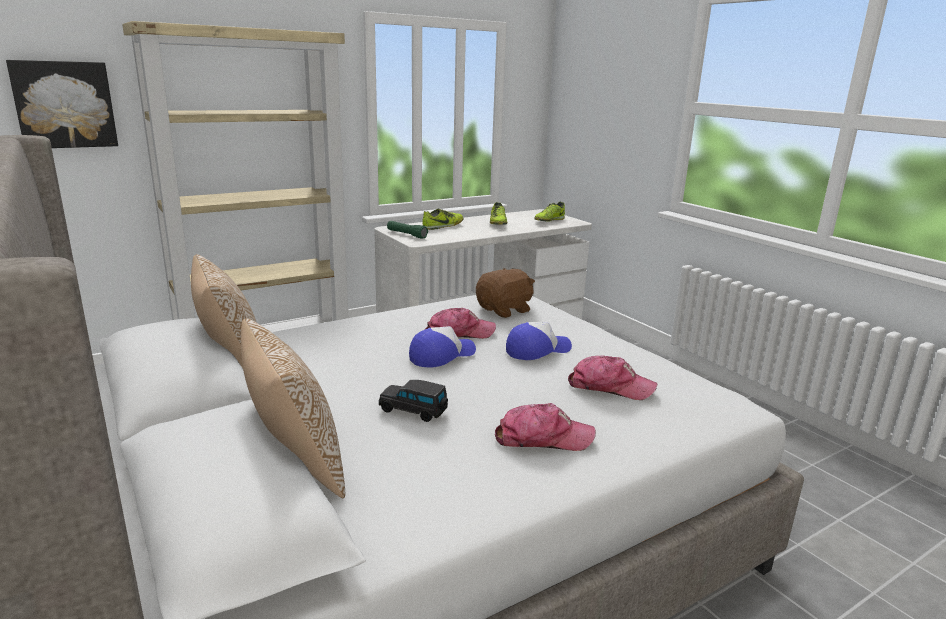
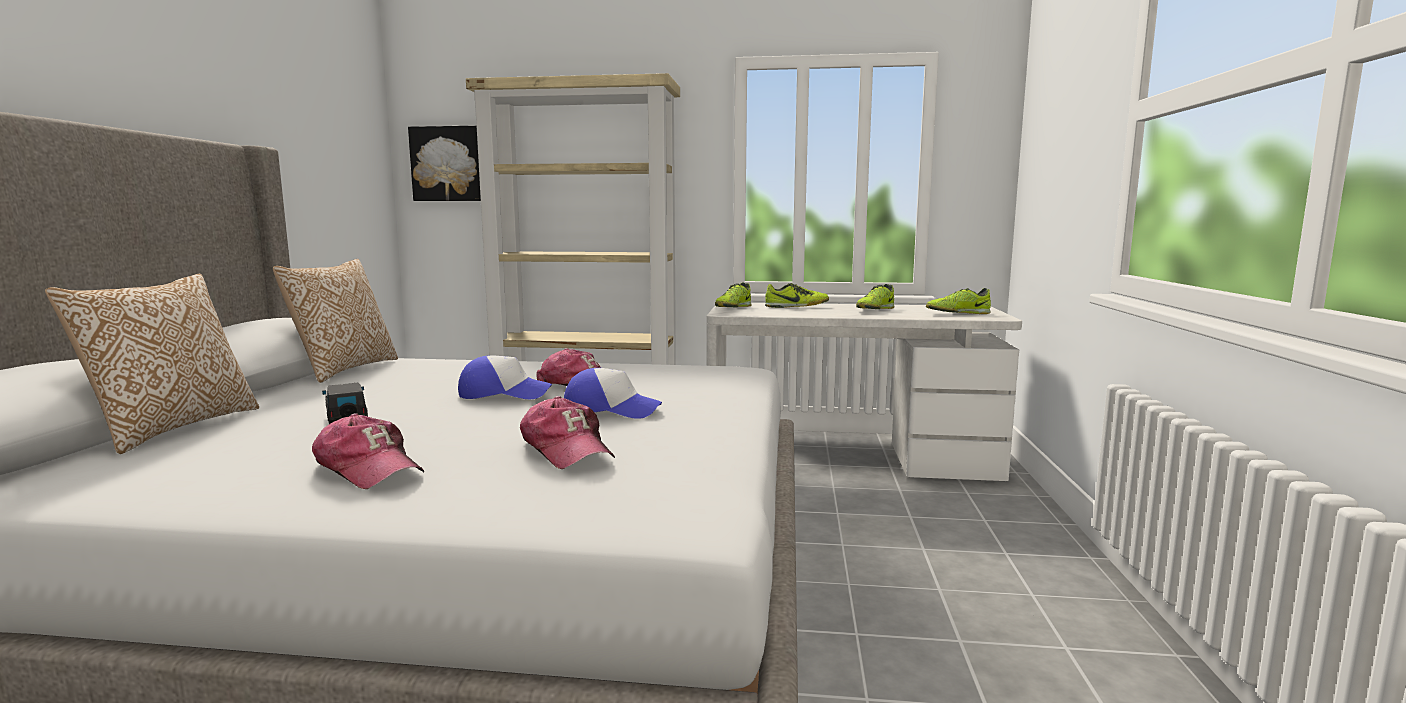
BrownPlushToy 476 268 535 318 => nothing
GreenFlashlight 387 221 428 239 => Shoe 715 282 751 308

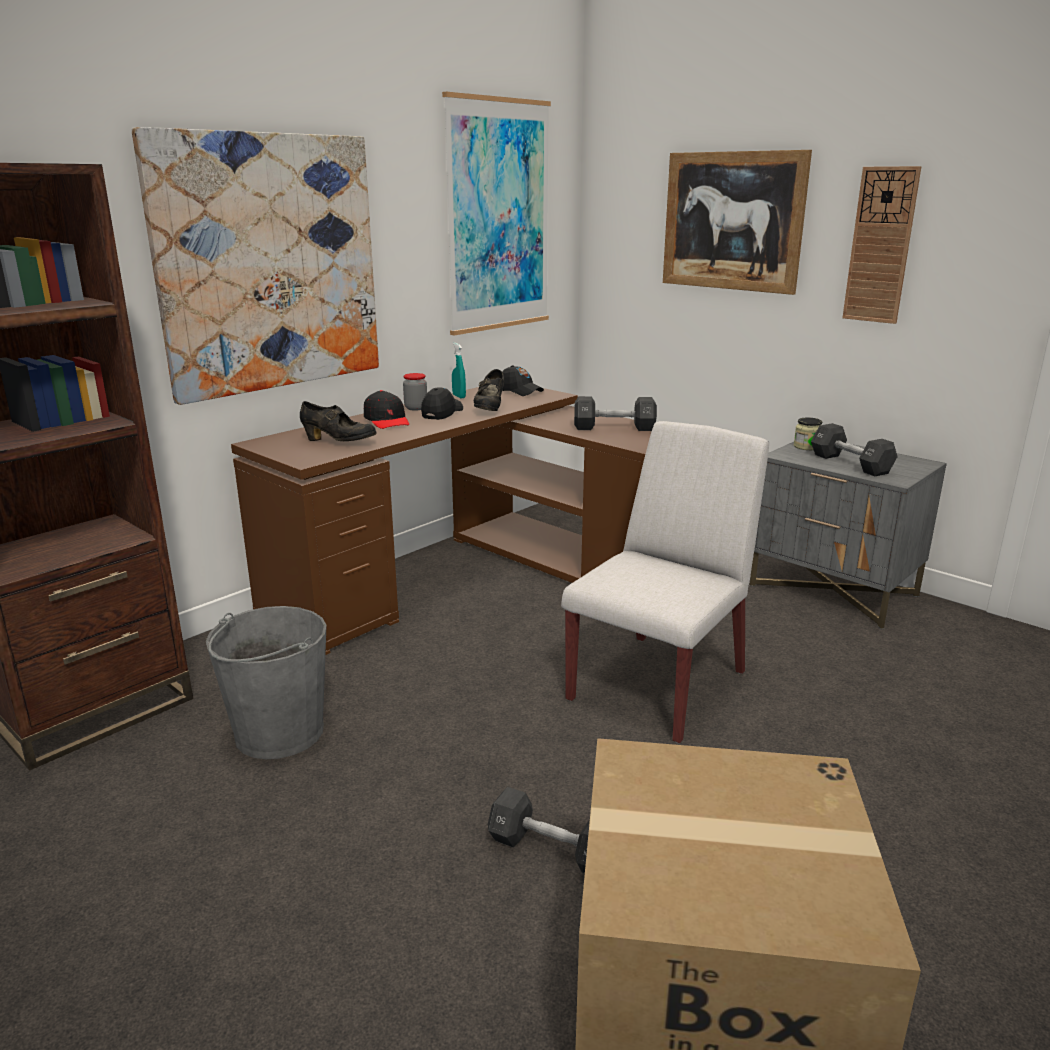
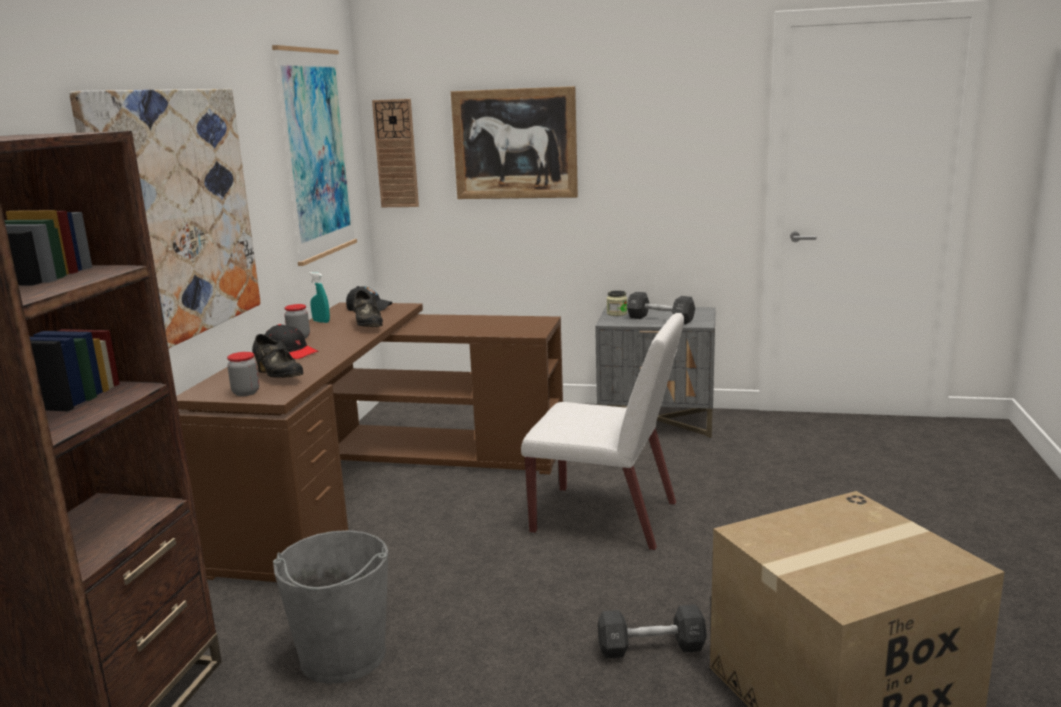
BlackCap 421 387 463 420 => nothing
BlackDumbbell 574 396 657 431 => nothing
nothing => Jar 227 352 259 396
WallClock 842 166 922 324 => WallClock 372 99 419 207, shifted
BlackShoe 300 401 377 441 => BlackShoe 252 334 303 378, 60 degrees clockwise
WhiteChair 561 421 769 743 => WhiteChair 521 313 684 551, 105 degrees clockwise

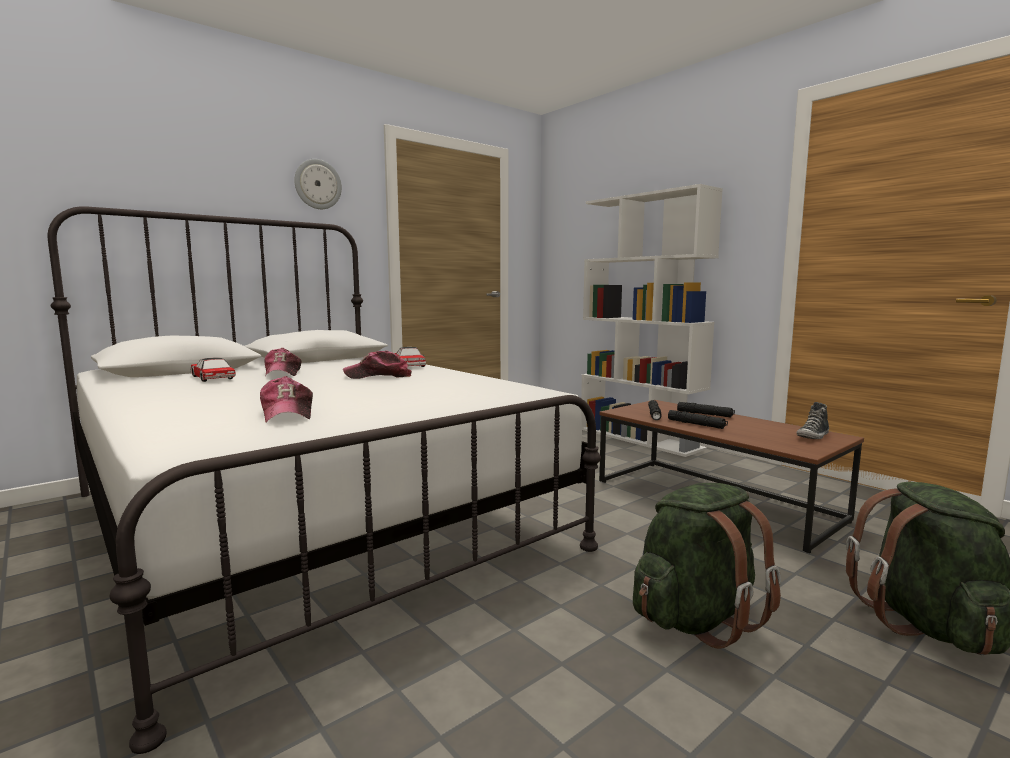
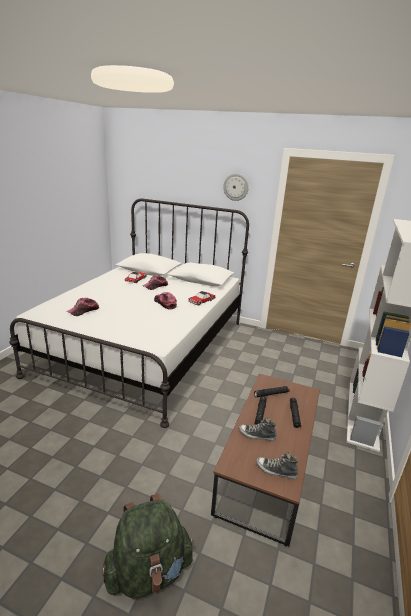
GreenBackpack 633 483 781 649 => nothing
nothing => Shoe 239 417 276 441

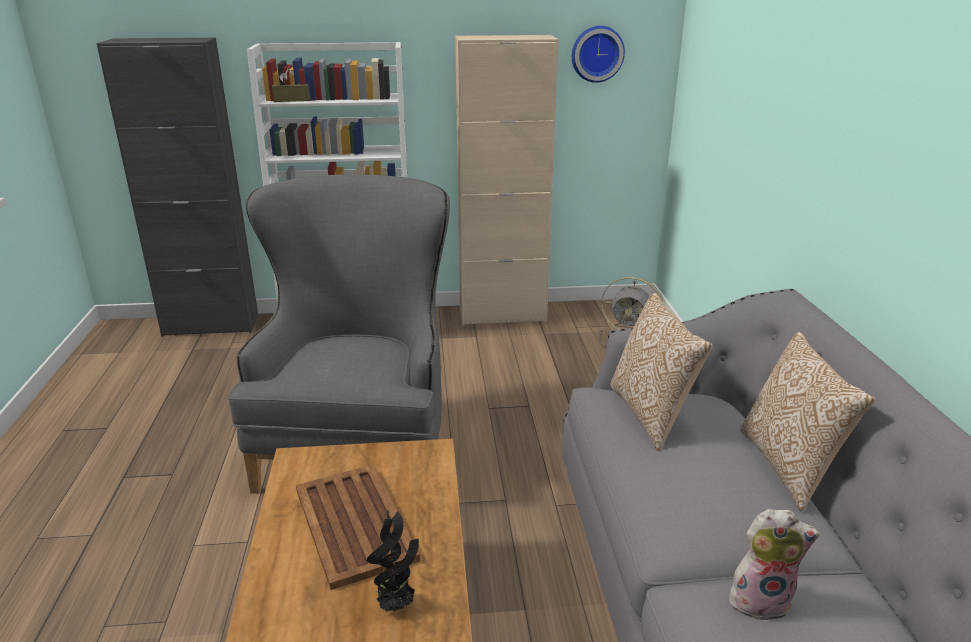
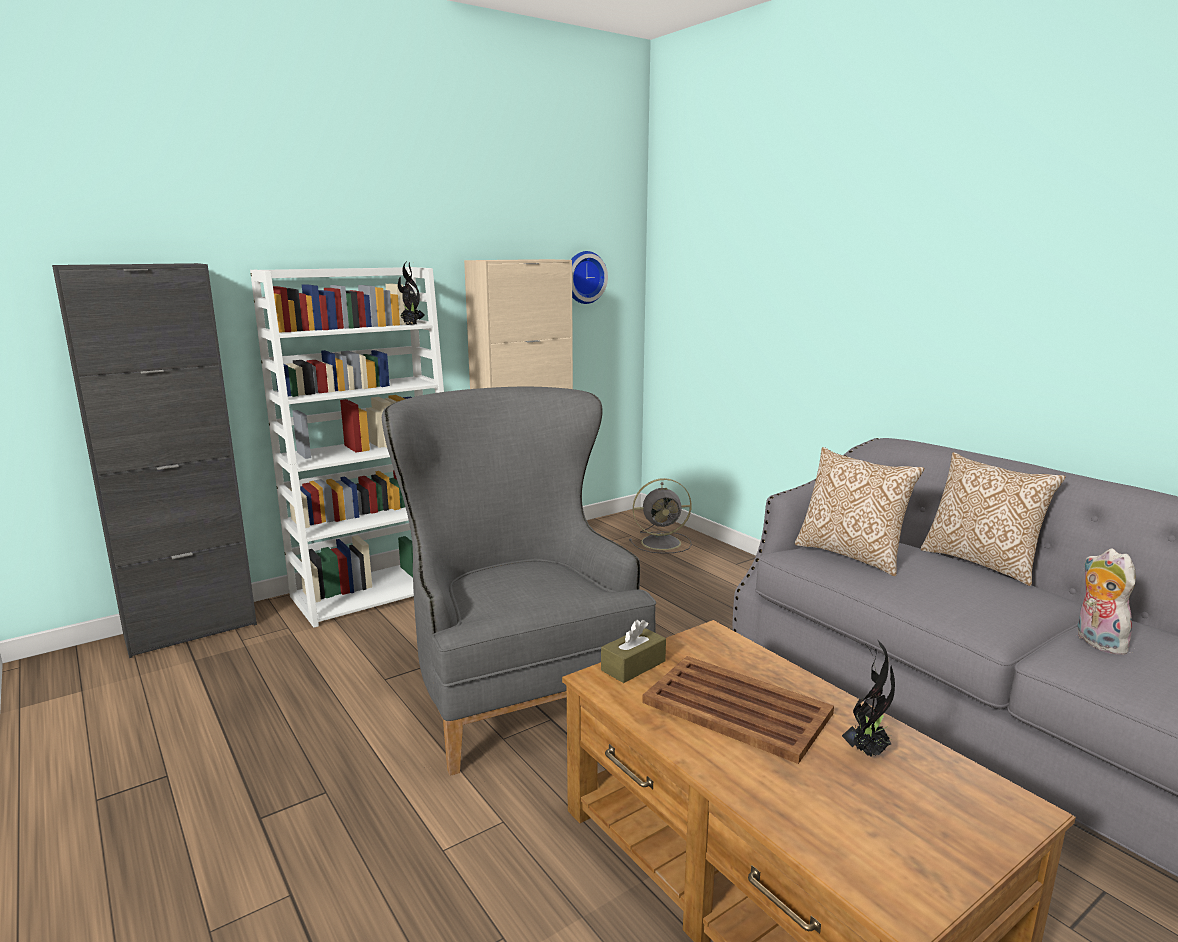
nothing => PottedPlant 398 260 425 325
BrownTissueBox 272 69 310 102 => BrownTissueBox 601 620 666 683, shifted
PlushToy 729 509 820 621 => PlushToy 1078 548 1136 655, 75 degrees counterclockwise

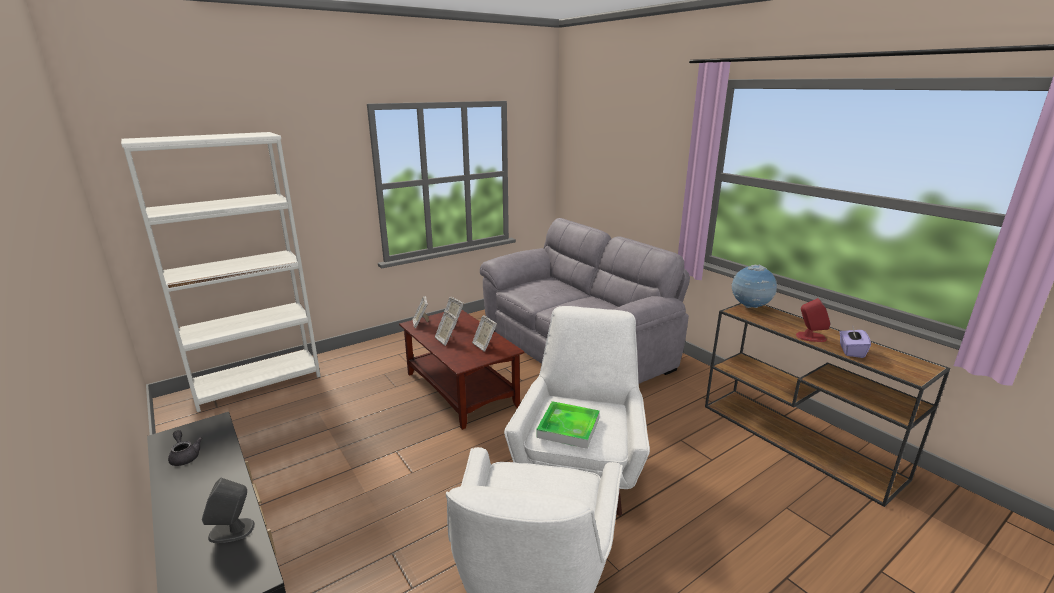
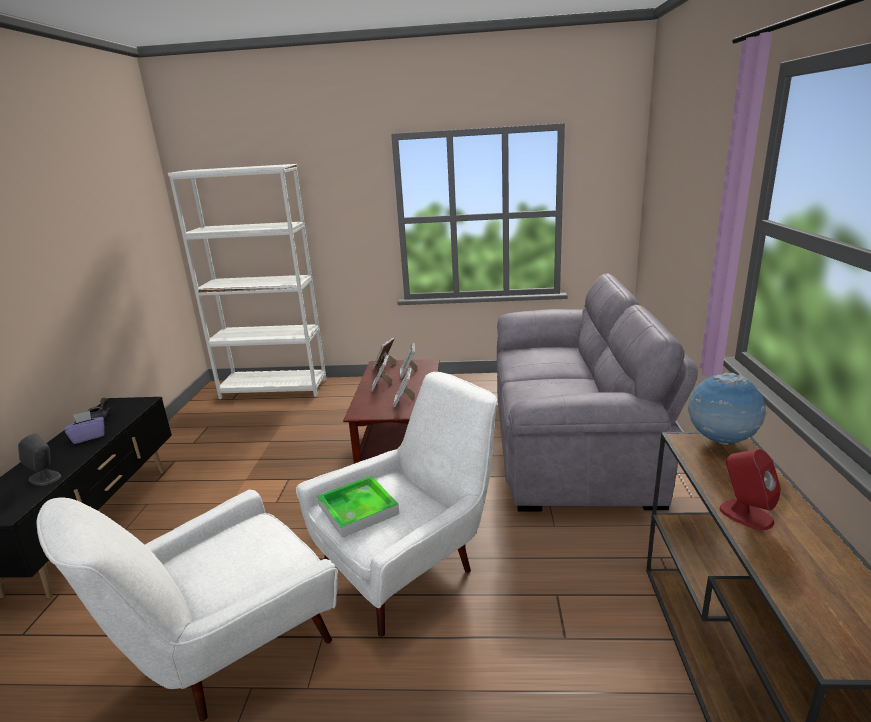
PurpleTissueBox 840 328 871 358 => PurpleTissueBox 65 411 104 444, shifted

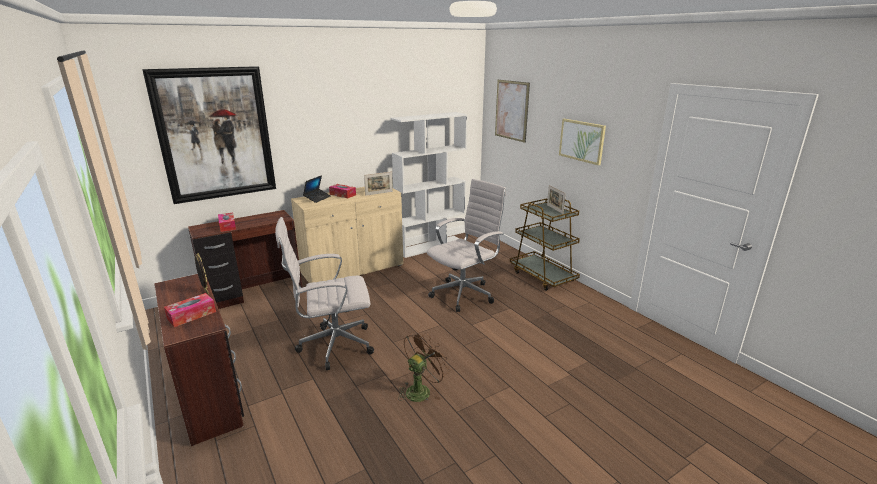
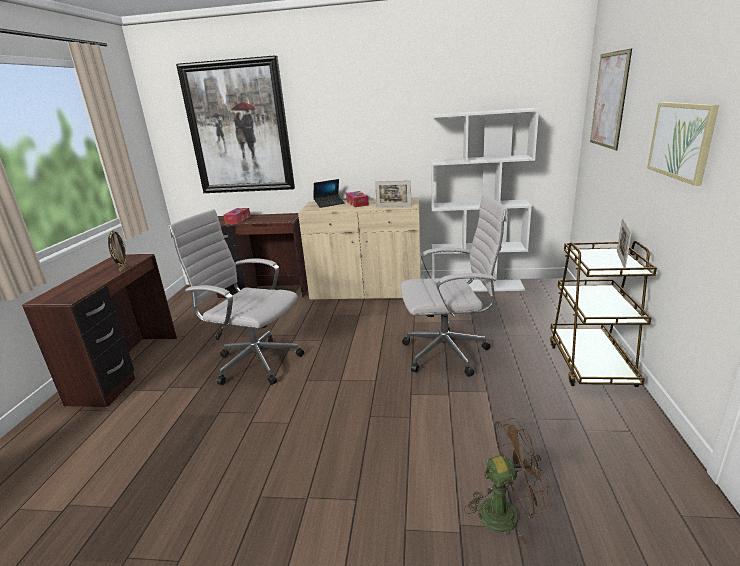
TissueBox 164 293 216 327 => nothing
BrownFan 398 331 450 402 => BrownFan 464 418 552 545, shifted

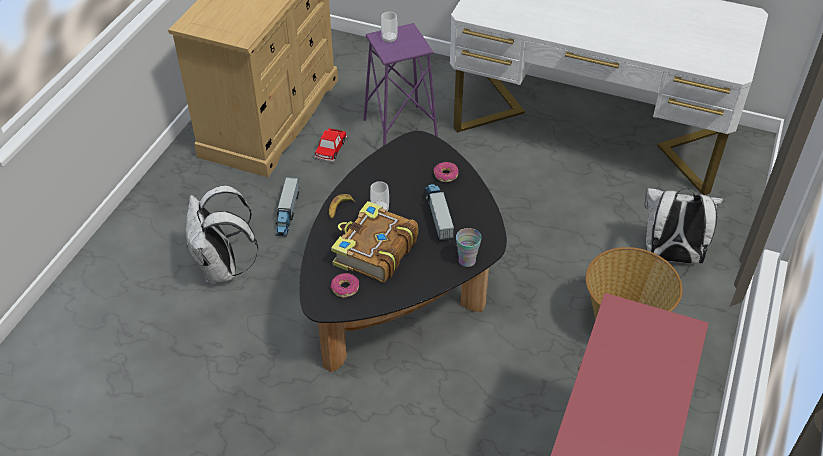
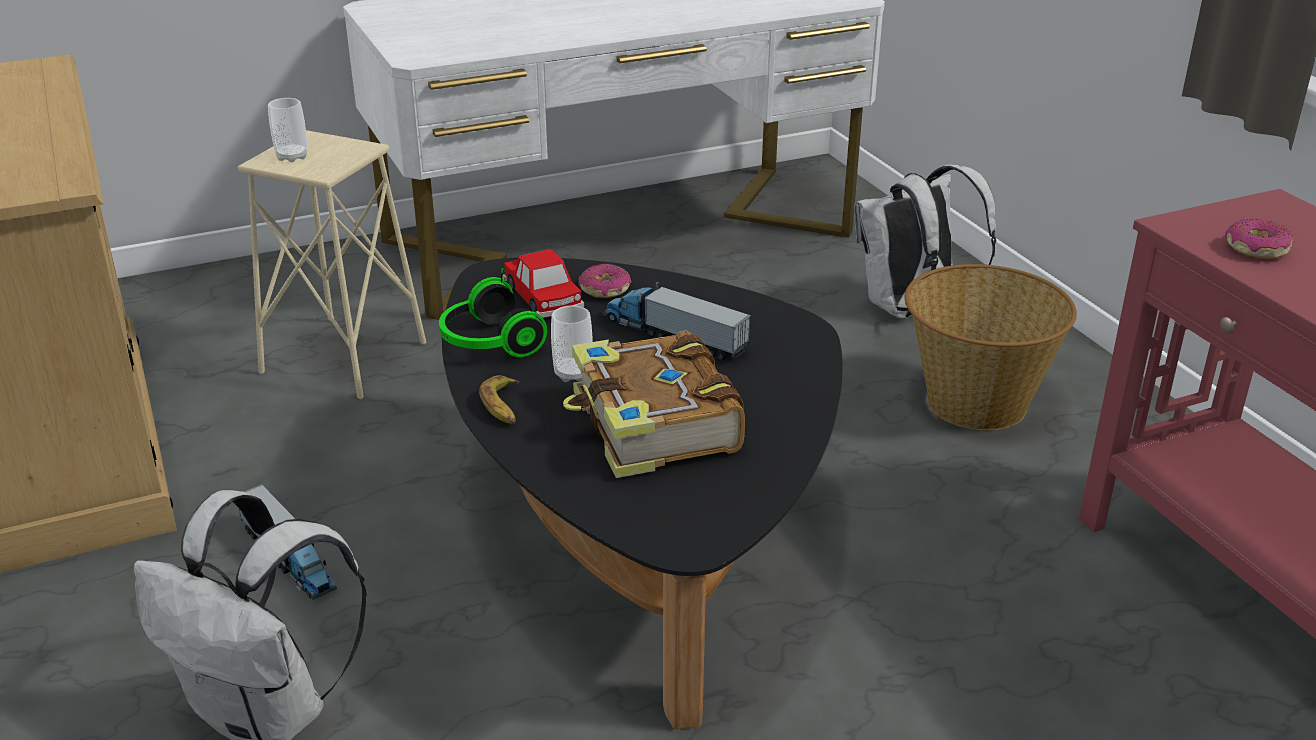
Cup 456 228 482 267 => nothing
nothing => Headphones 439 268 547 357
ToyCar 314 128 348 162 => ToyCar 502 249 584 318, shifted
Donut 331 273 359 298 => Donut 1225 219 1293 258, shifted
PurpleStool 363 23 438 146 => BeigeStool 238 130 426 399

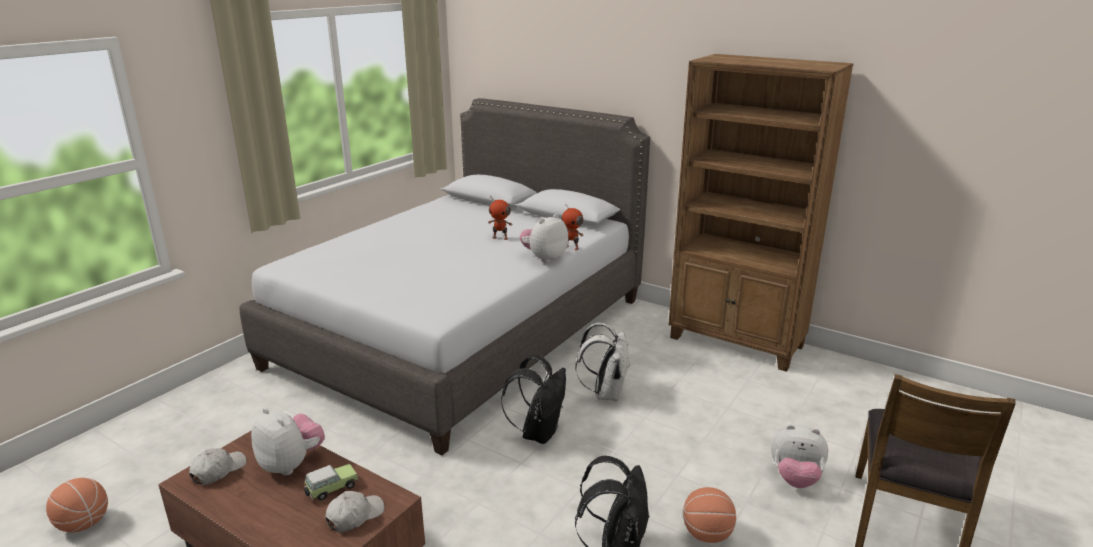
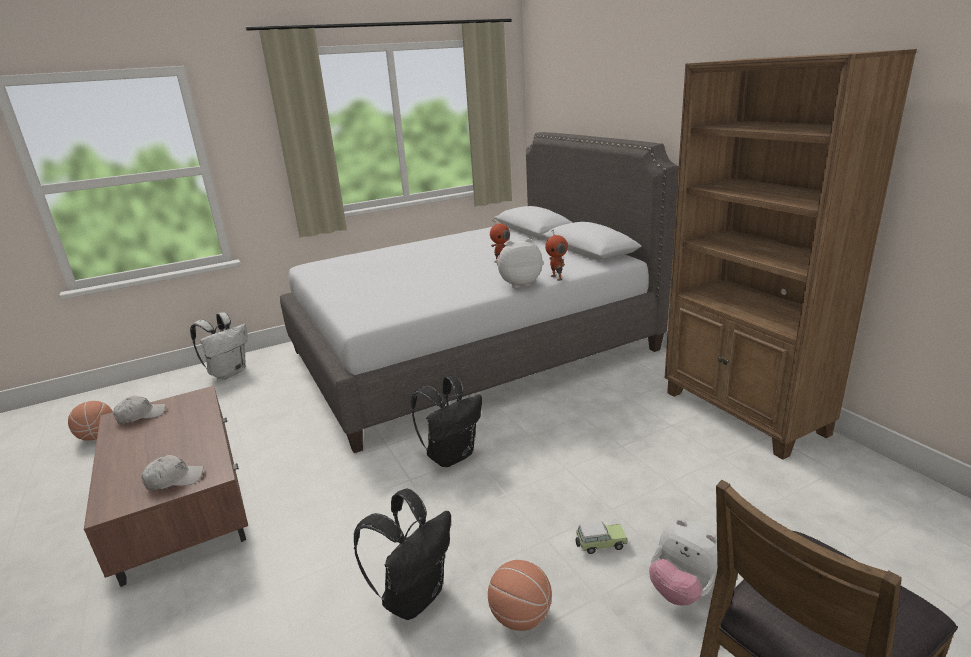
PlushToy 251 408 325 476 => nothing
ToyCar 304 464 358 500 => ToyCar 576 521 627 554, shifted
WhiteBackpack 575 322 630 402 => WhiteBackpack 190 312 247 379, shifted

